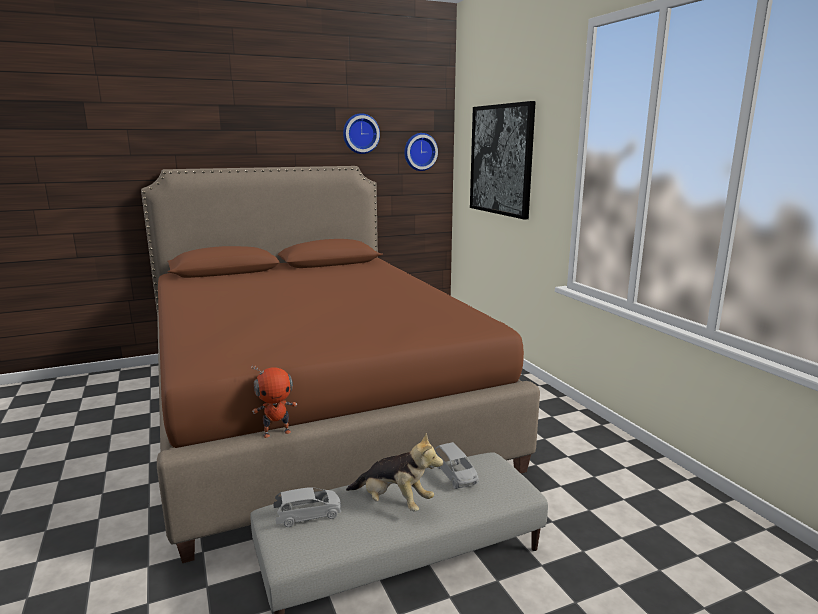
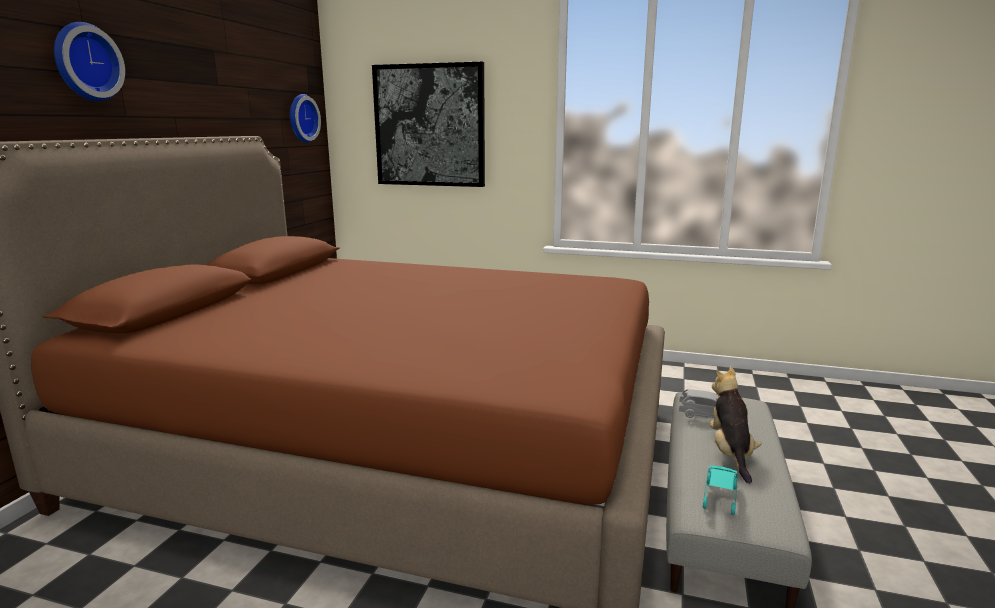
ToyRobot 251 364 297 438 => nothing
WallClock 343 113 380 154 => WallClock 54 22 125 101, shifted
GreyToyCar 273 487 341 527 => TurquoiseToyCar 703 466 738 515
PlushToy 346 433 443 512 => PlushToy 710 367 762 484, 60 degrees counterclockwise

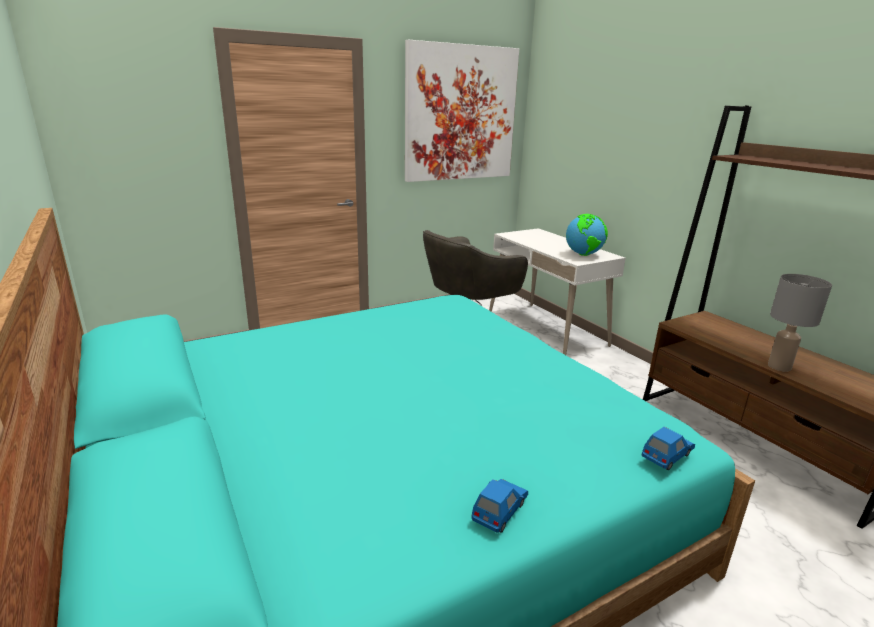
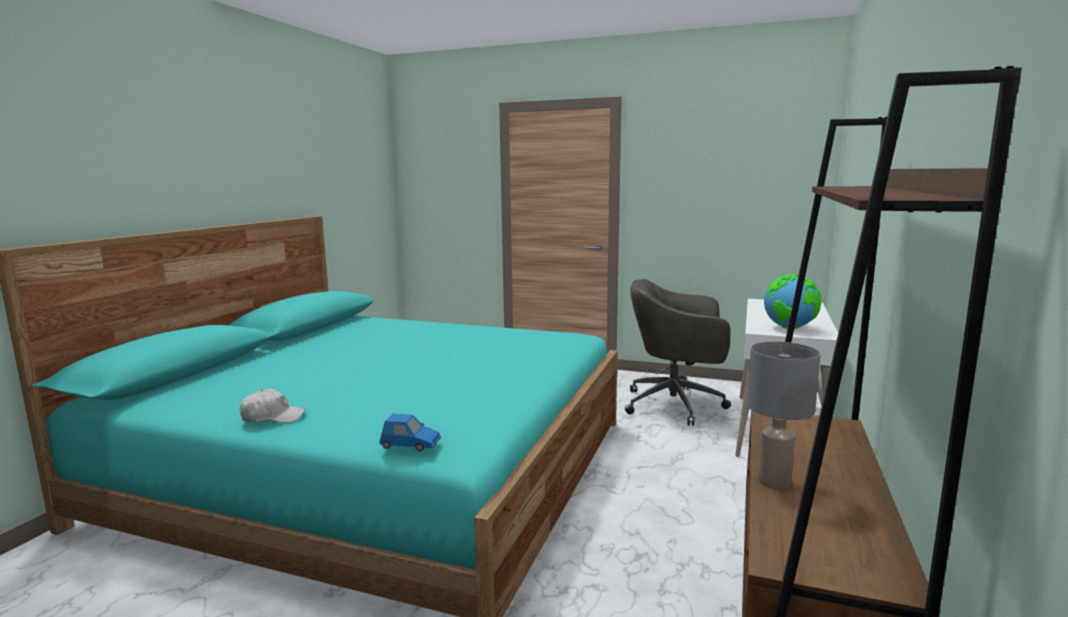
Picture 405 40 519 182 => nothing
BlueToyCar 471 479 528 533 => WhiteCap 240 389 305 423

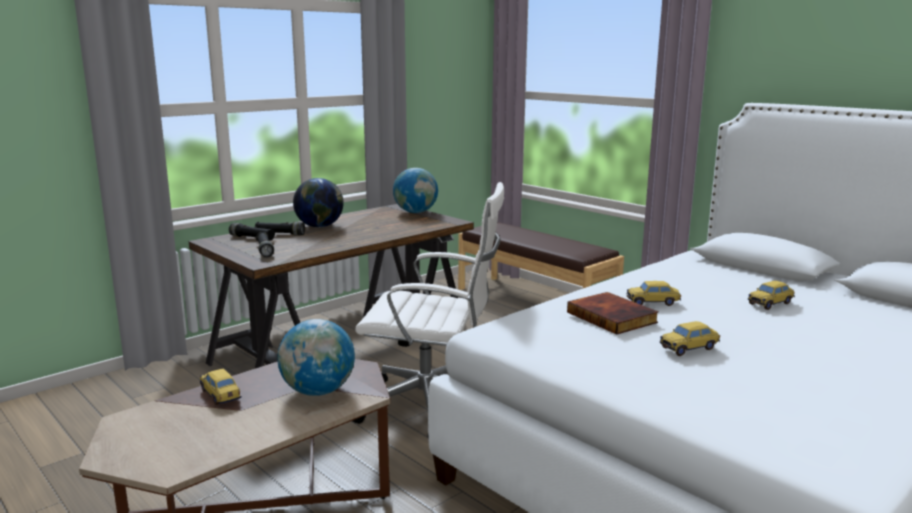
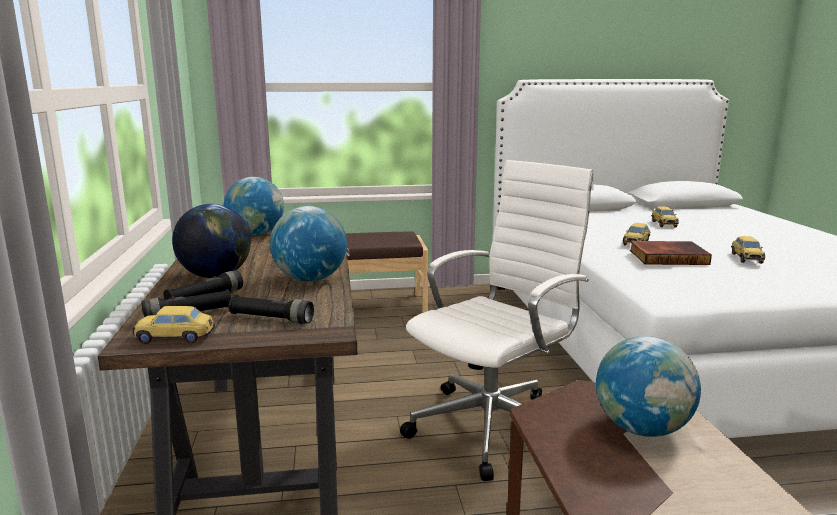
nothing => Globe 270 206 347 282
ToyCar 200 369 242 405 => ToyCar 133 306 215 344, shifted

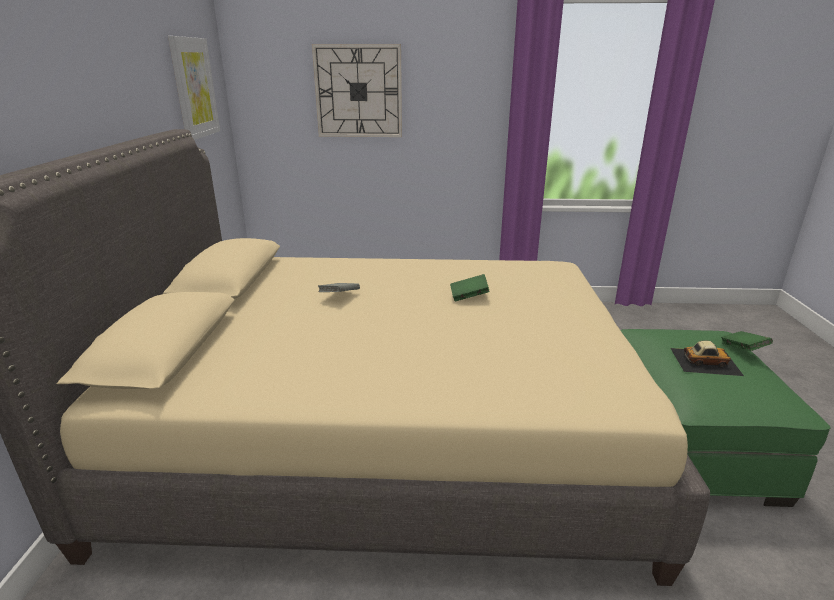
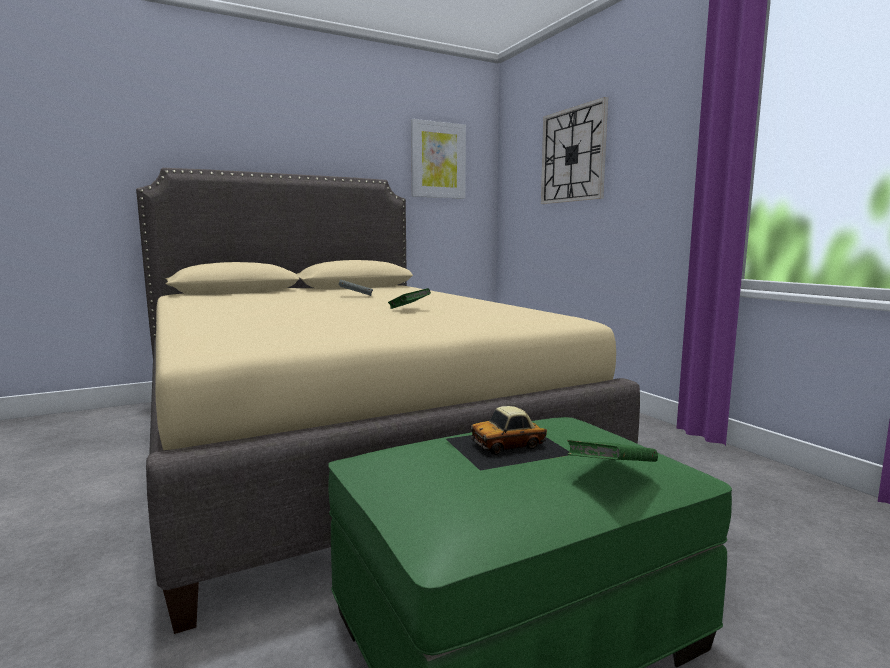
ToyCar 670 341 744 376 => ToyCar 446 406 569 470, 90 degrees clockwise

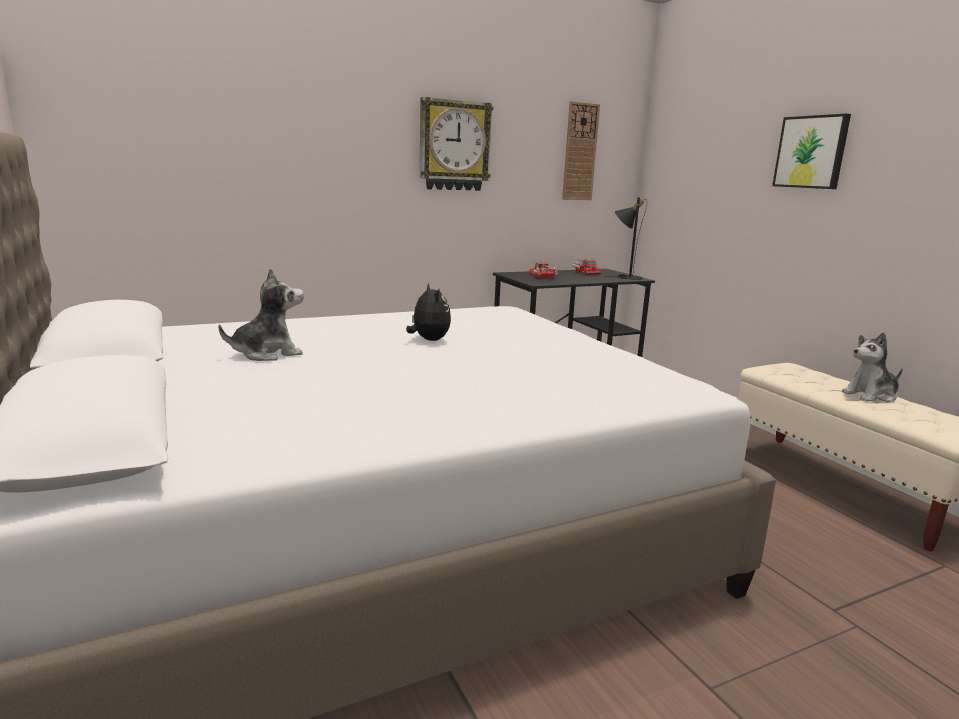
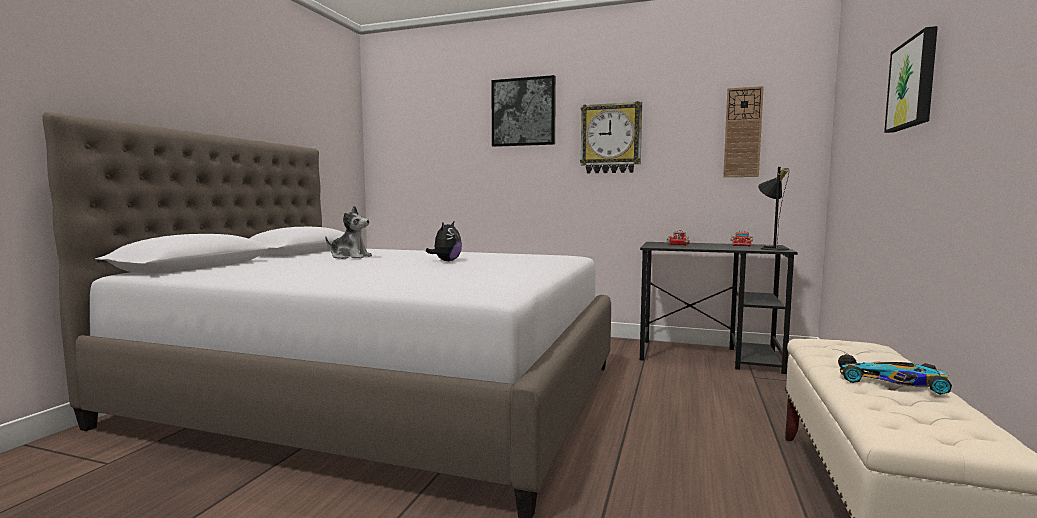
nothing => Picture 491 75 556 147
PlushToy 841 332 903 402 => ToyCar 838 354 952 395

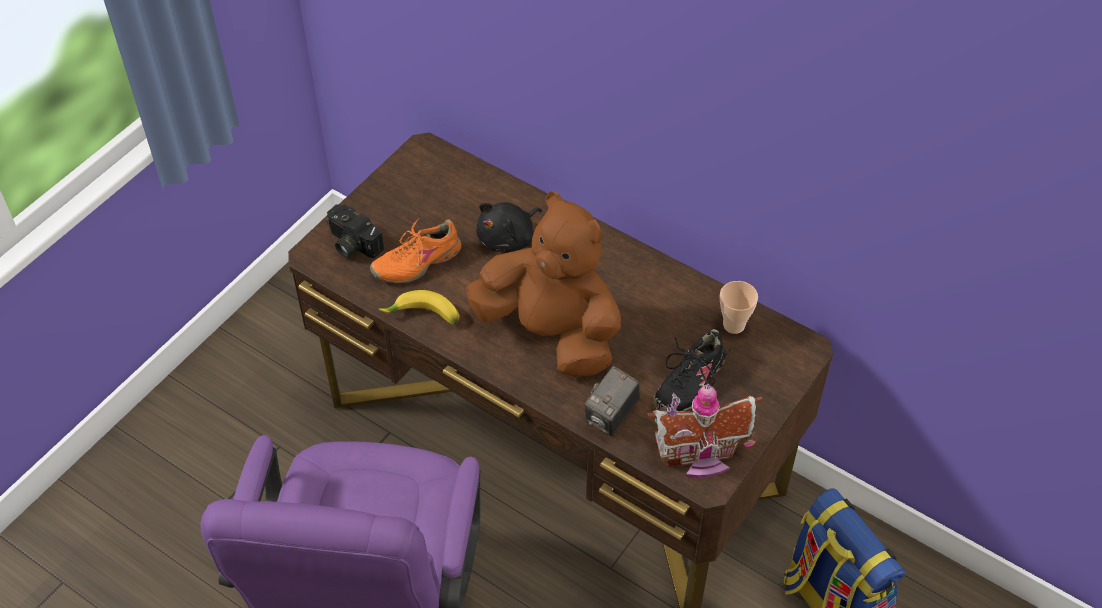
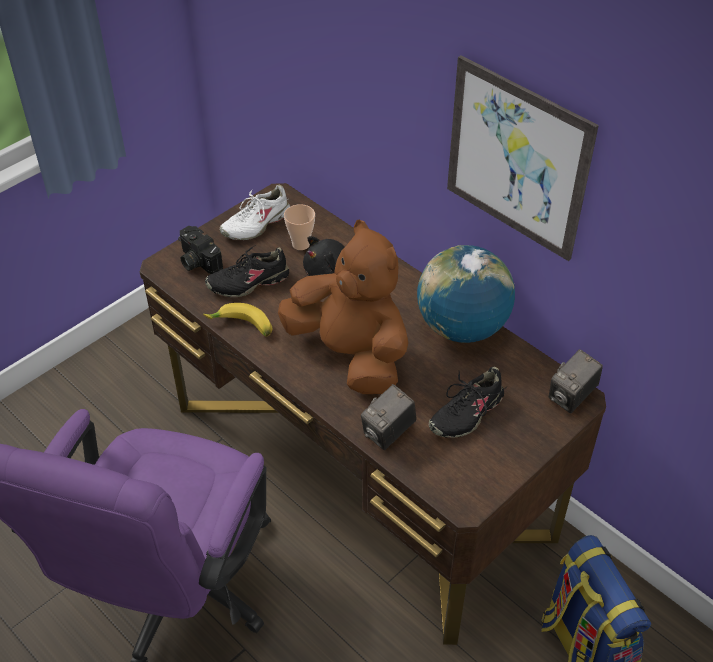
ToyHouse 647 384 763 477 => nothing
nothing => WhiteShoe 219 184 290 240
nothing => Globe 417 245 515 343
nothing => Picture 447 56 599 261
nothing => PhotoCamera 549 349 603 413
Cup 720 281 758 334 => Cup 284 204 315 250, shifted
OrangeShoe 370 218 461 283 => BlackShoe 205 245 289 297

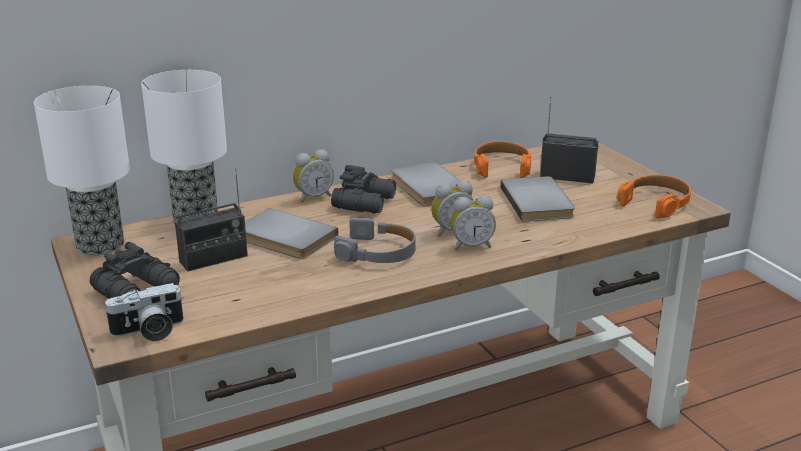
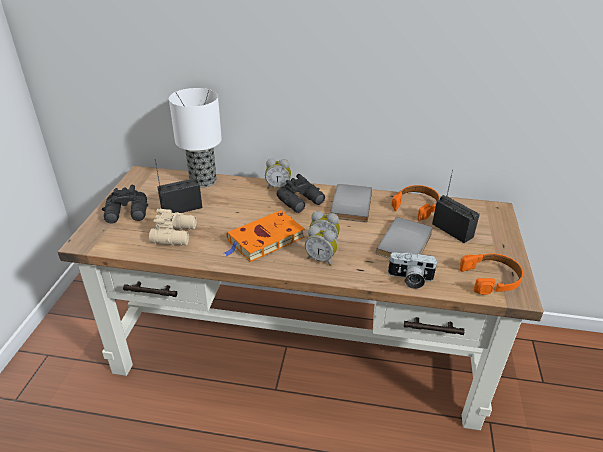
TableLamp 34 86 130 256 => nothing
GreyBook 245 208 339 259 => nothing
nothing => BeigeBinoculars 149 209 197 246
PhotoCamera 104 283 184 342 => PhotoCamera 388 252 438 289, shifted
GreyHeadphones 334 217 416 263 => OrangeBook 224 210 305 262
Radio 175 168 248 272 => Radio 155 159 202 213, 150 degrees clockwise

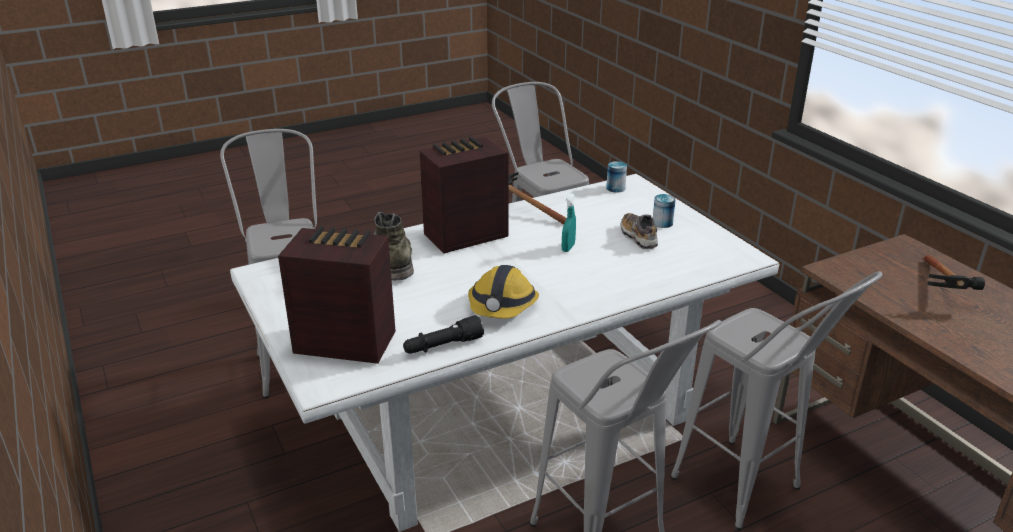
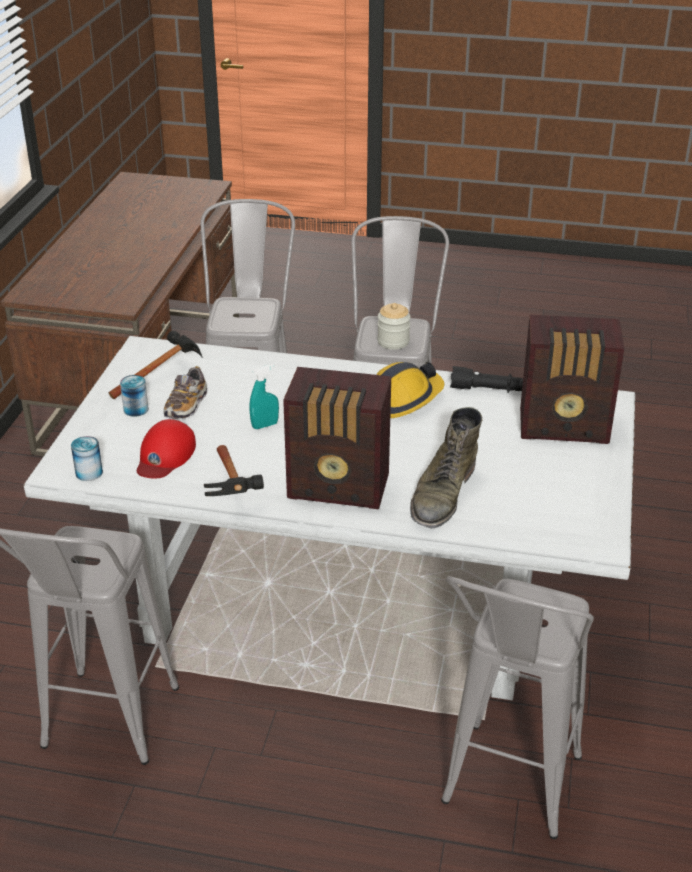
nothing => RedCap 137 419 196 479
nothing => Jar 377 303 411 350
Hammer 924 255 985 290 => Hammer 109 331 203 399, shifted
Radio 278 226 395 364 => Radio 520 315 624 444, 45 degrees counterclockwise

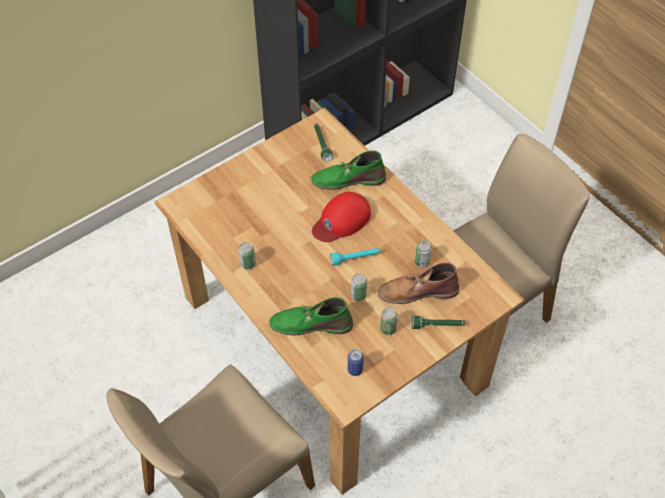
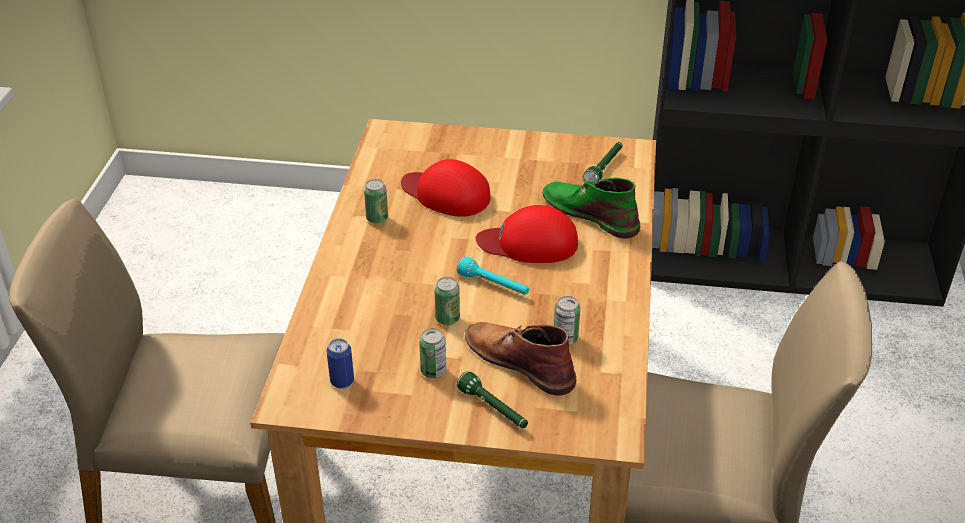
GreenBoot 269 297 353 335 => nothing
nothing => RedCap 401 159 491 217

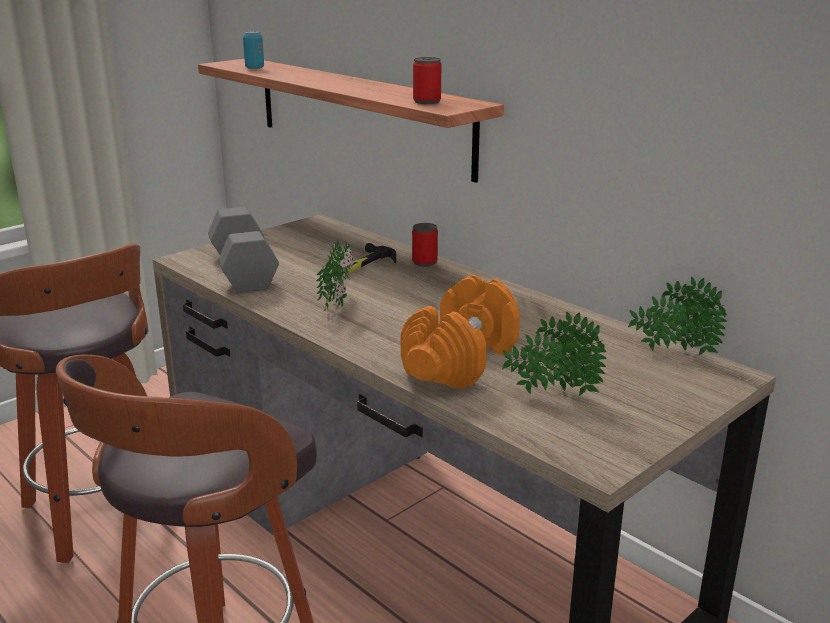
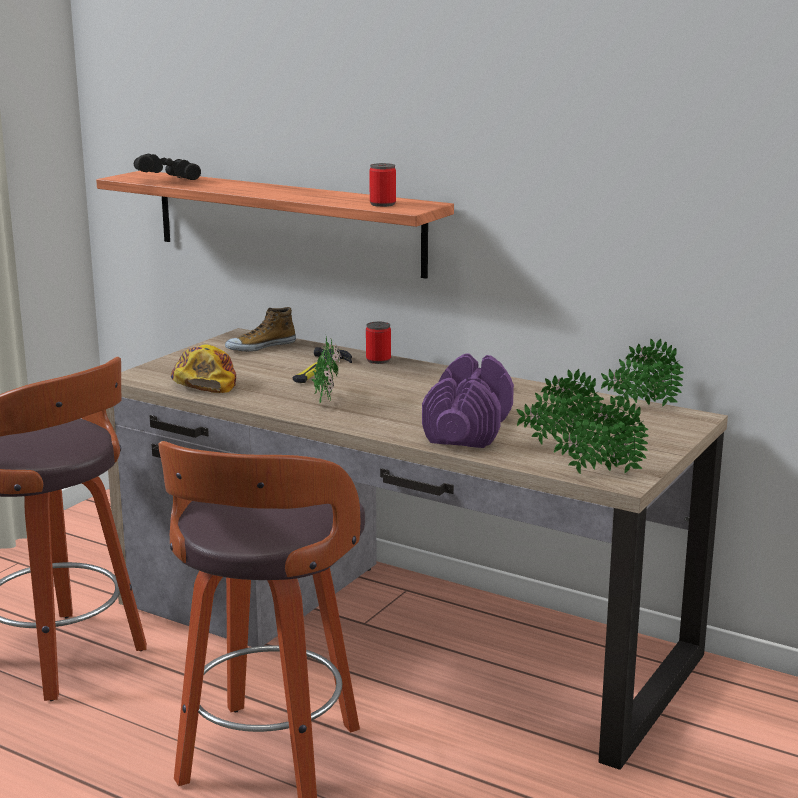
nothing => Shoe 225 307 296 352
nothing => PottedPlant 554 396 648 474
GreyDumbbell 208 207 279 293 => Cap 170 345 236 393
Can 243 31 264 69 => BlackBinoculars 134 154 201 180
OrangeDumbbell 401 275 520 390 => PurpleDumbbell 422 353 514 448

